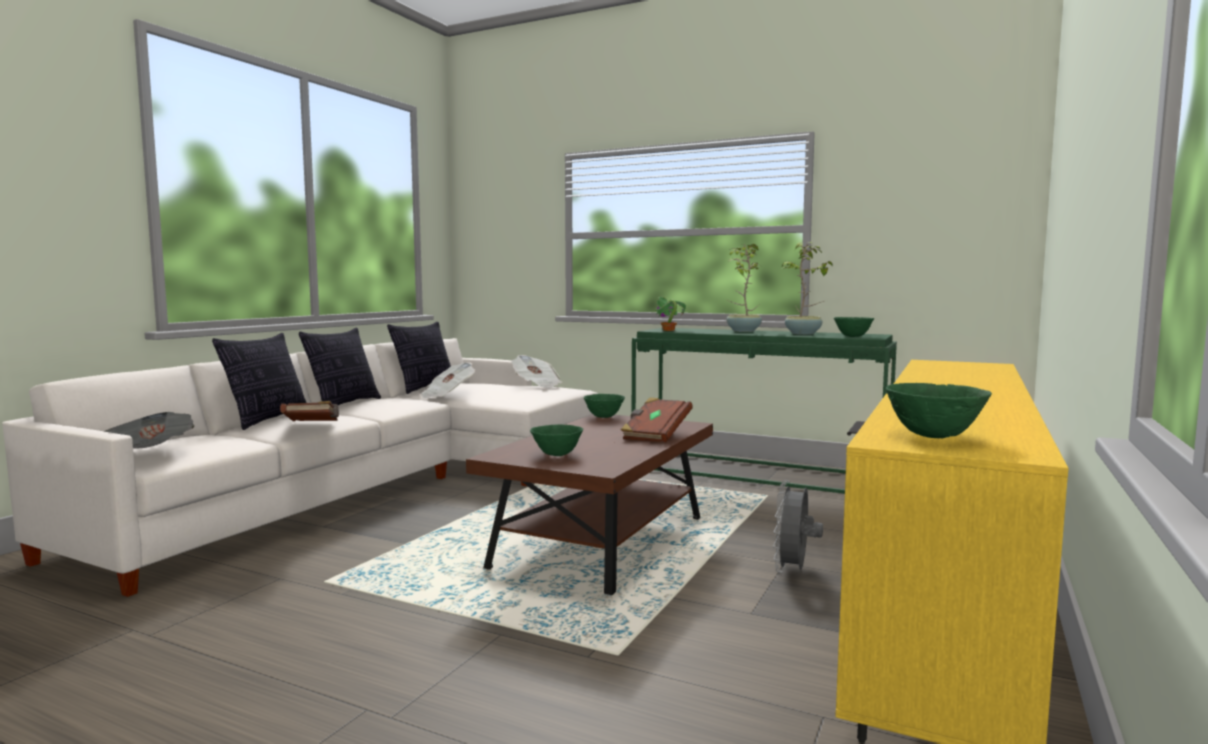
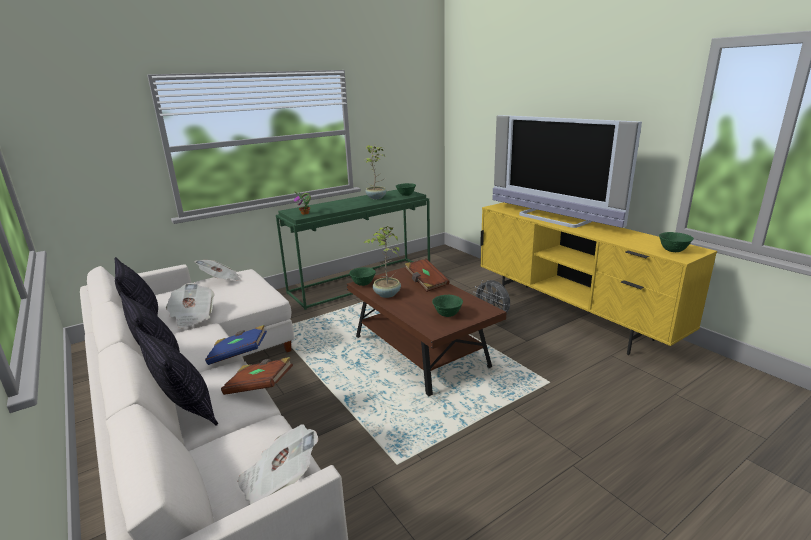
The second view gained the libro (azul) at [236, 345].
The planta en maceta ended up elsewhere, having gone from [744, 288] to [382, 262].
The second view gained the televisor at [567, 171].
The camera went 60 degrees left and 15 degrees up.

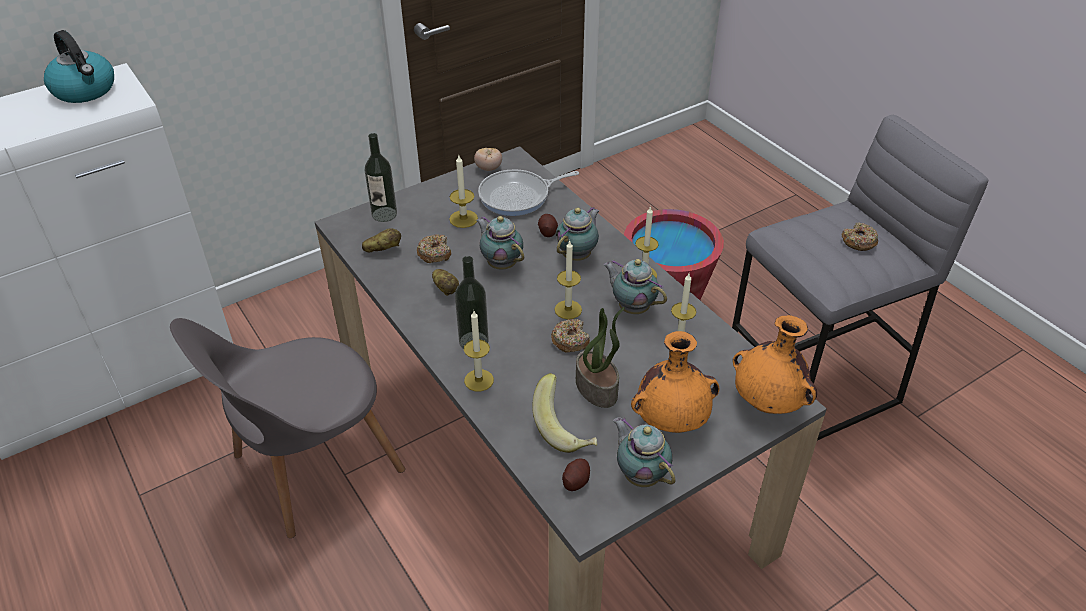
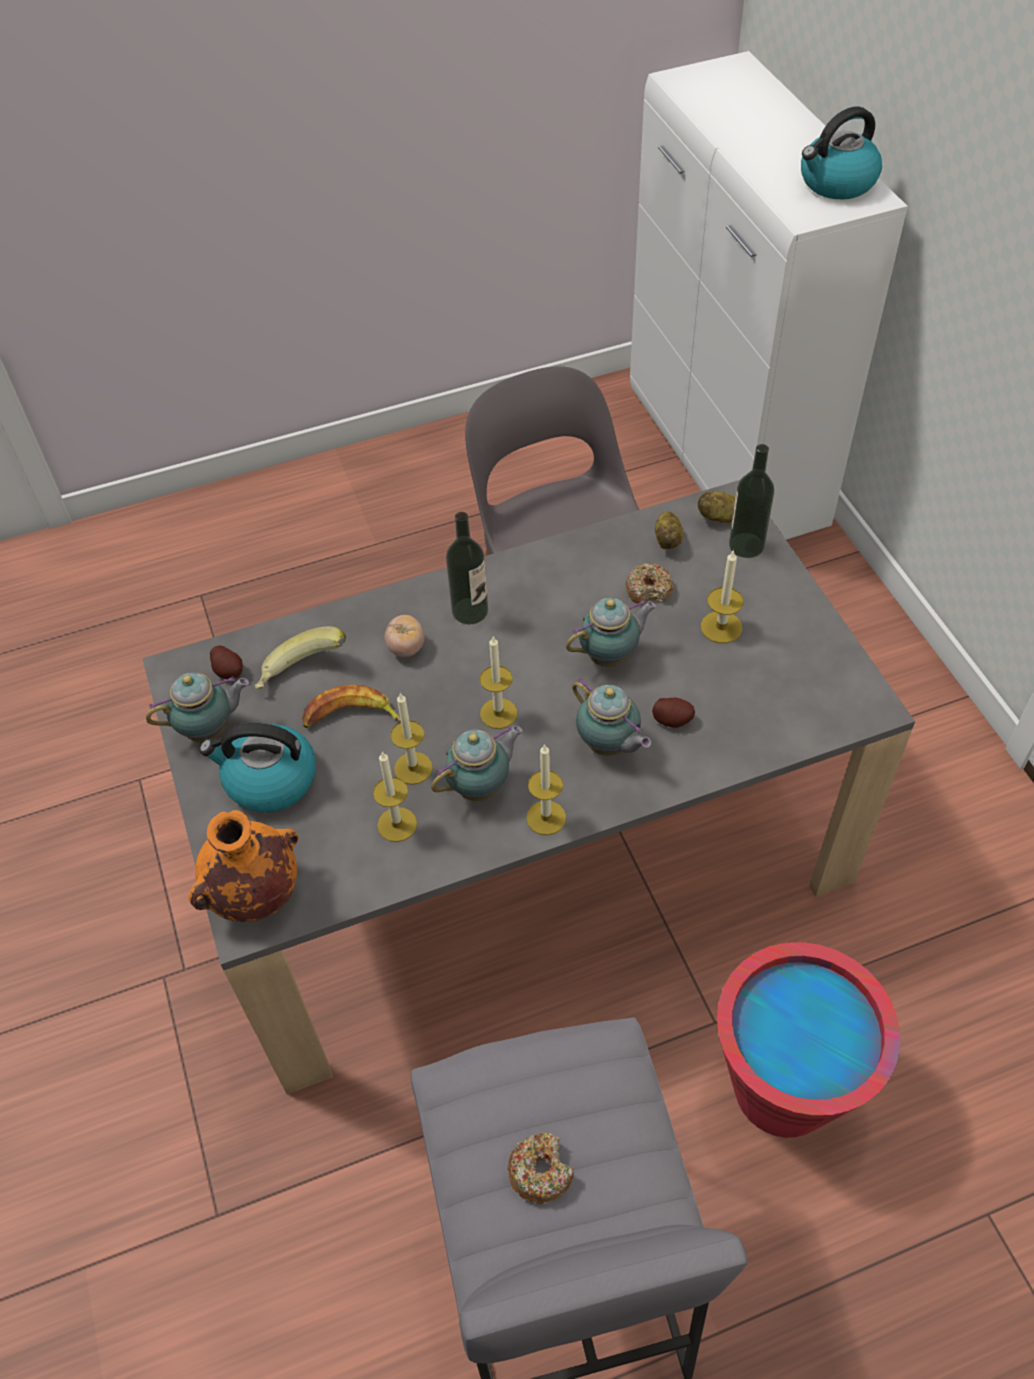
Where the florero (naranja) stood at [675, 382], the hervidor came to stand at [257, 767].
Where the planta en maceta stood at [600, 357], the plátano came to stand at [351, 706].
The tomate ended up elsewhere, having gone from [488, 159] to [404, 636].
The vela ended up elsewhere, having gone from [479, 351] to [412, 739].
The patata ended up elsewhere, having gone from [445, 282] to [717, 507].
The second view lost the sartén at [528, 192].
The second view lost the rosquilla at [570, 336].
The camera went 105 degrees right and 10 degrees up.

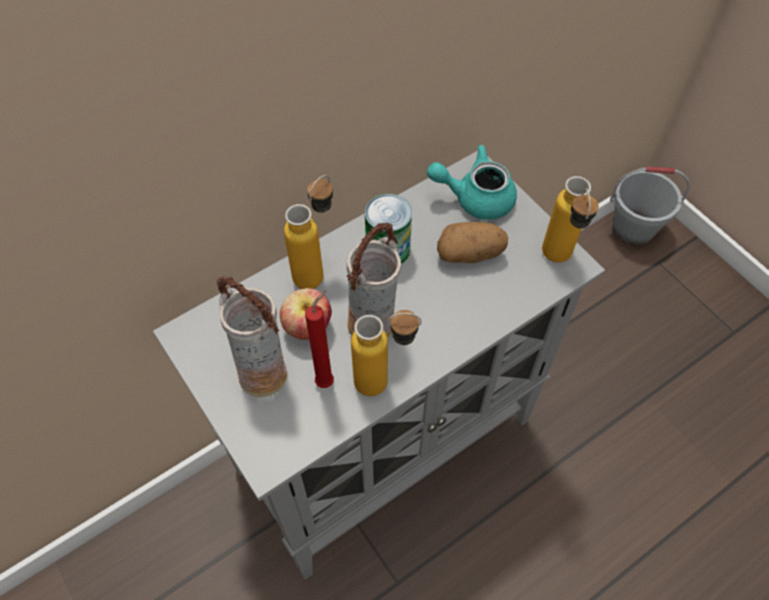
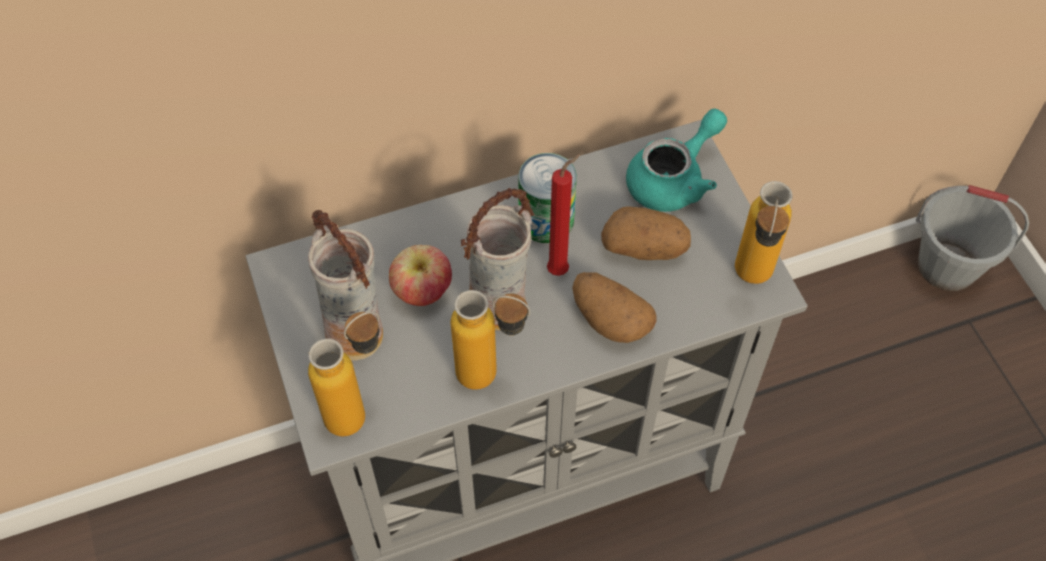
The botella ended up elsewhere, having gone from [308, 232] to [343, 374].
The vela (rojo) ended up elsewhere, having gone from [319, 339] to [563, 215].
The second view gained the patata at [614, 307].
The tetera (turquesa) at [472, 182] ended up facing another way, 120 degrees clockwise from before.
The camera went 15 degrees right and 0 degrees up.

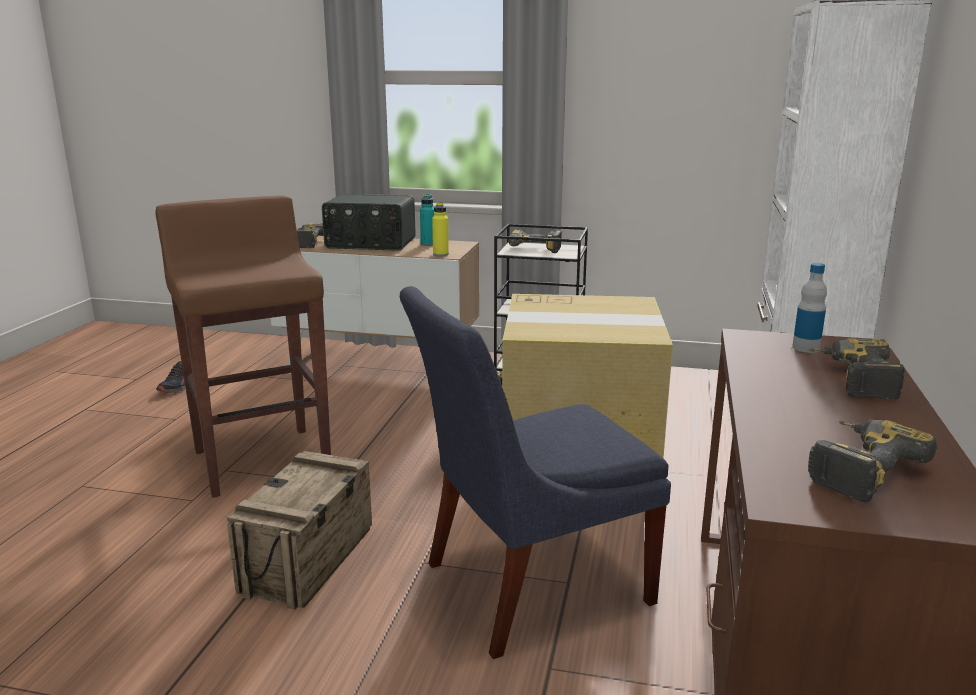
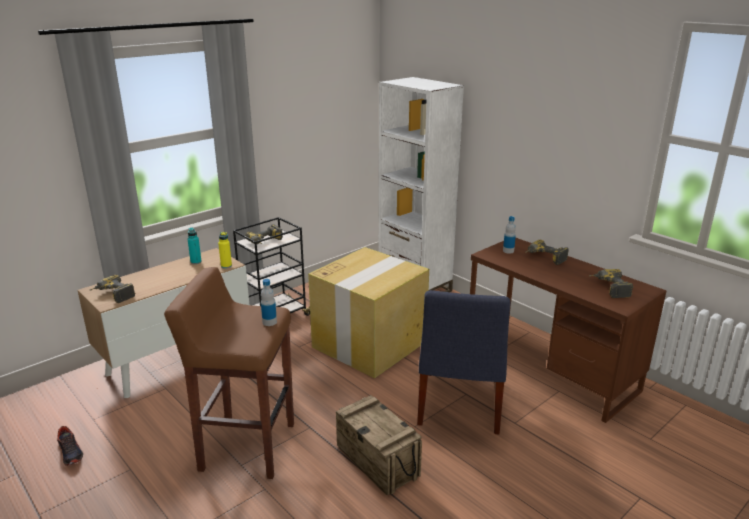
The second view gained the botella at [269, 302].
The second view lost the radio at [369, 222].
The camera went 55 degrees left and 5 degrees up.

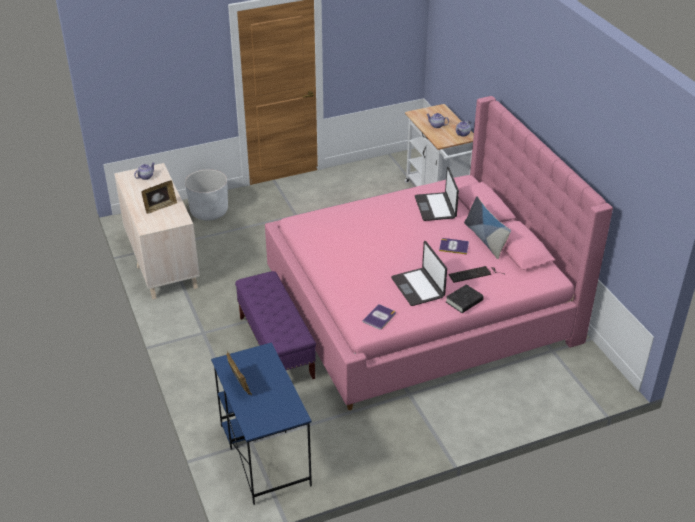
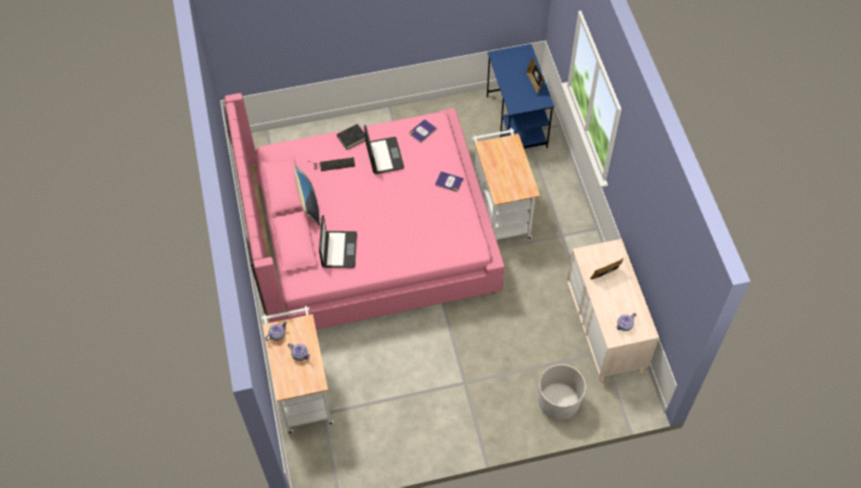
The libro ended up elsewhere, having gone from [454, 246] to [449, 181].
Where the banco (morado) stood at [275, 325], the carrito (blanco) came to stand at [506, 184].
The camera went 170 degrees left and 20 degrees up.

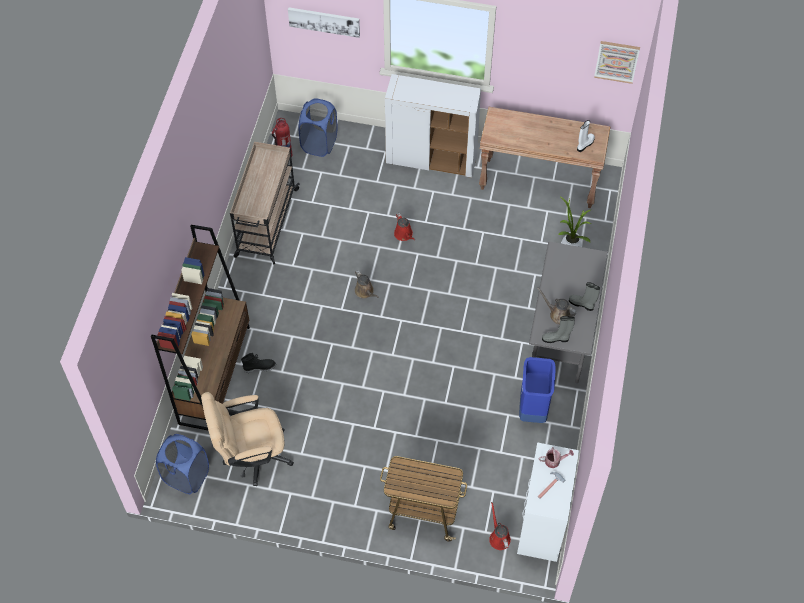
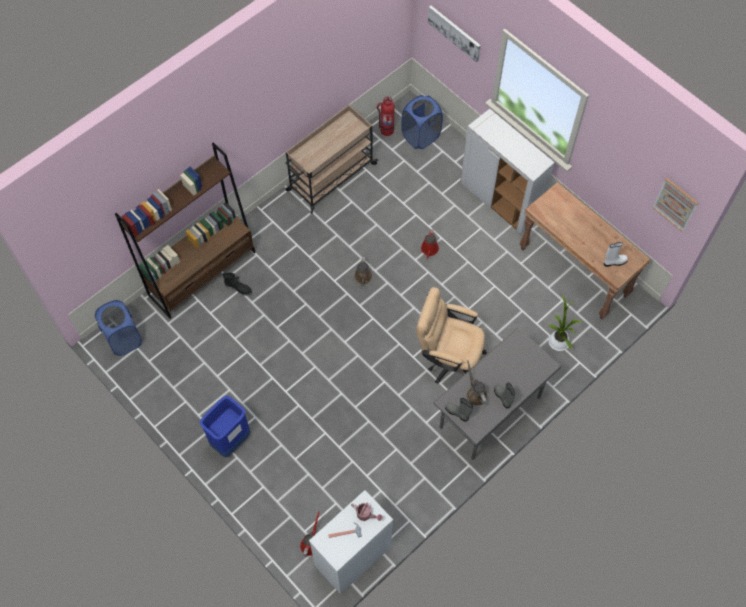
The papelera (azul) ended up elsewhere, having gone from [537, 390] to [225, 426].
The silla de oficina (beis) ended up elsewhere, having gone from [247, 439] to [451, 335].
The second view lost the carrito at [423, 499].
The camera went 35 degrees right and 5 degrees up.

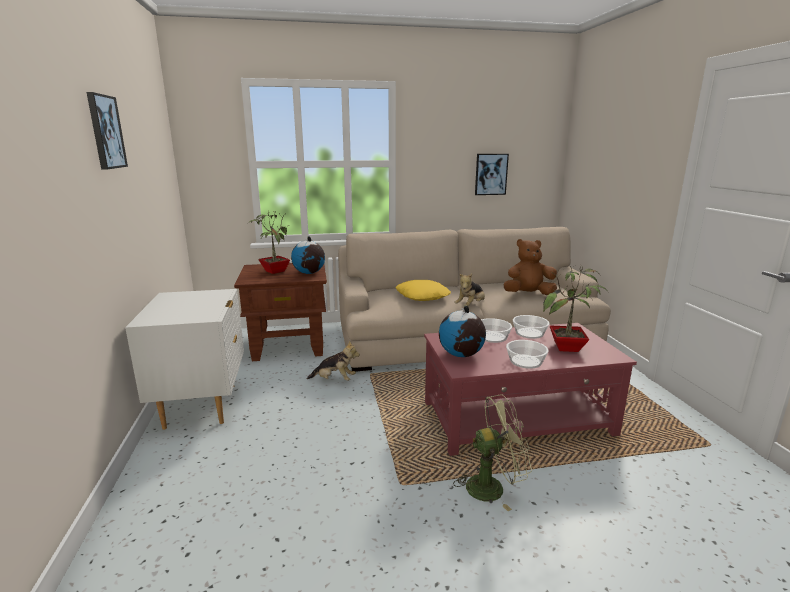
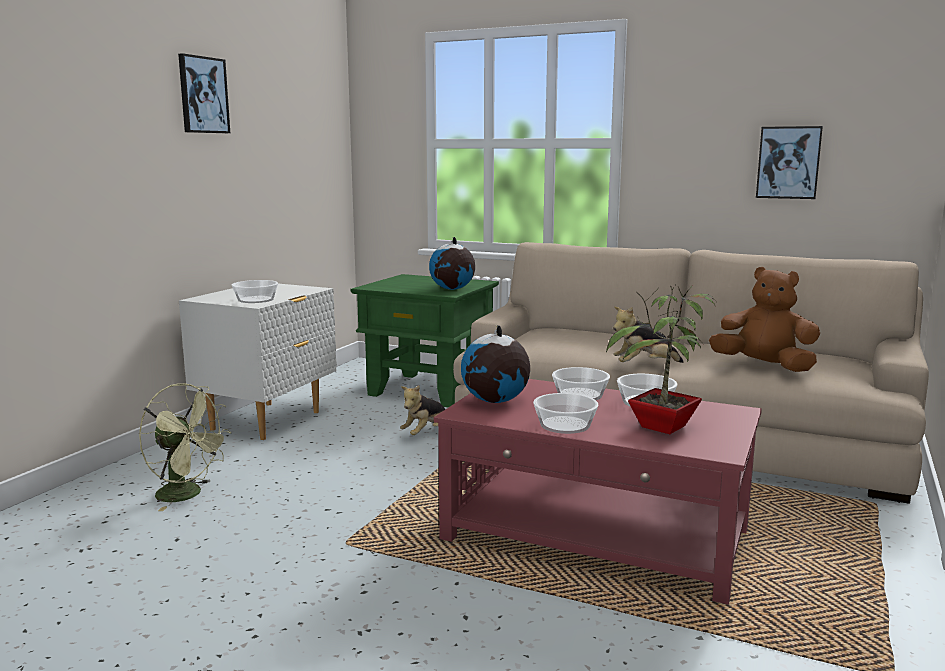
The ventilador (verde) ended up elsewhere, having gone from [492, 452] to [185, 447].
The second view gained the cuenco at [255, 291].
What was the mesa auxiliar (marrón) at [280, 312] turned into the mesa auxiliar (verde) at [425, 341].
The peluche at [333, 360] ended up facing another way, 90 degrees clockwise from before.
The second view lost the planta en maceta at [269, 243].
The second view lost the cojín (amarillo) at [423, 290].
The camera went 35 degrees right and 5 degrees down.

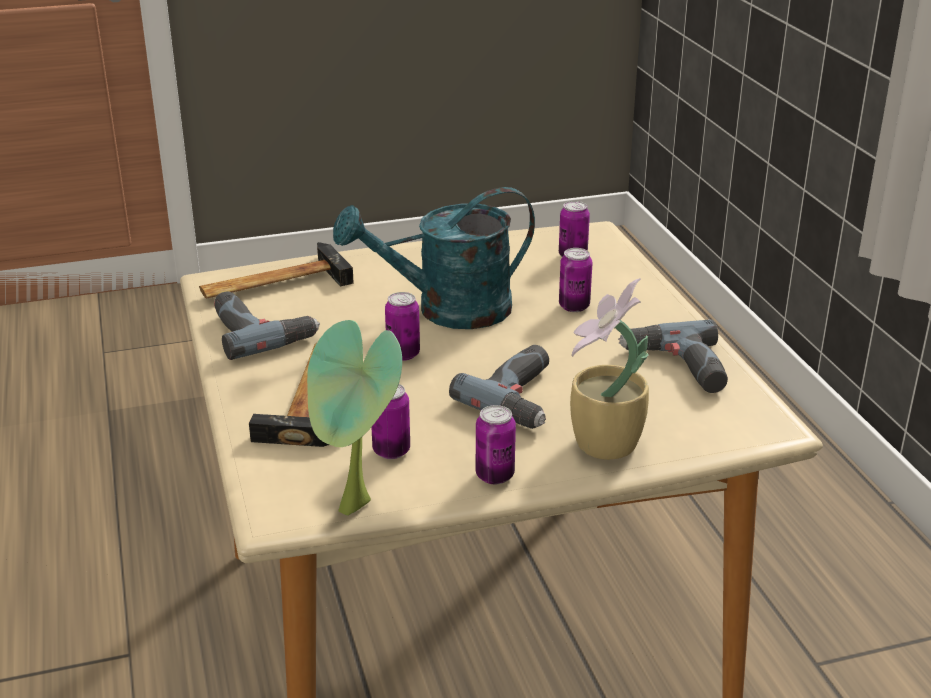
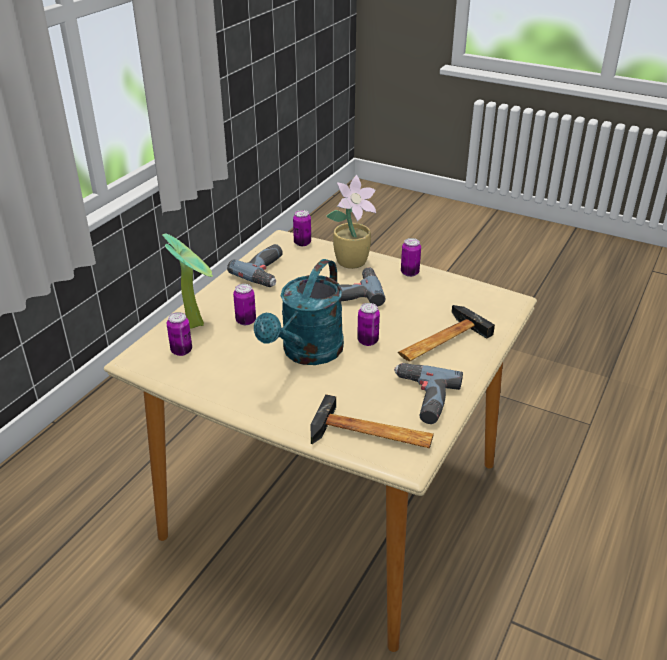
The planta en maceta ended up elsewhere, having gone from [354, 418] to [187, 281].
The regadera (turquesa) at [434, 258] ended up facing another way, 90 degrees clockwise from before.
The lata ended up elsewhere, having gone from [390, 421] to [302, 228].
The camera went 135 degrees left and 5 degrees up.

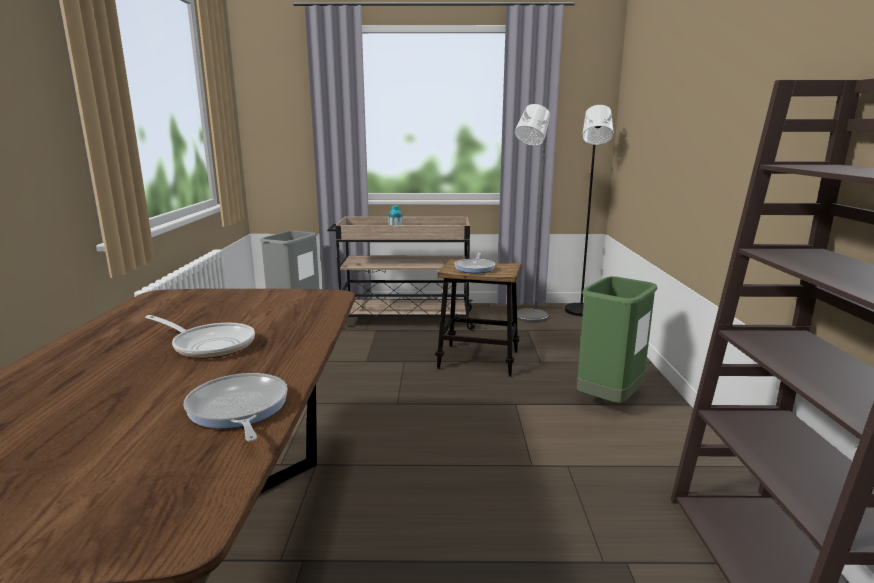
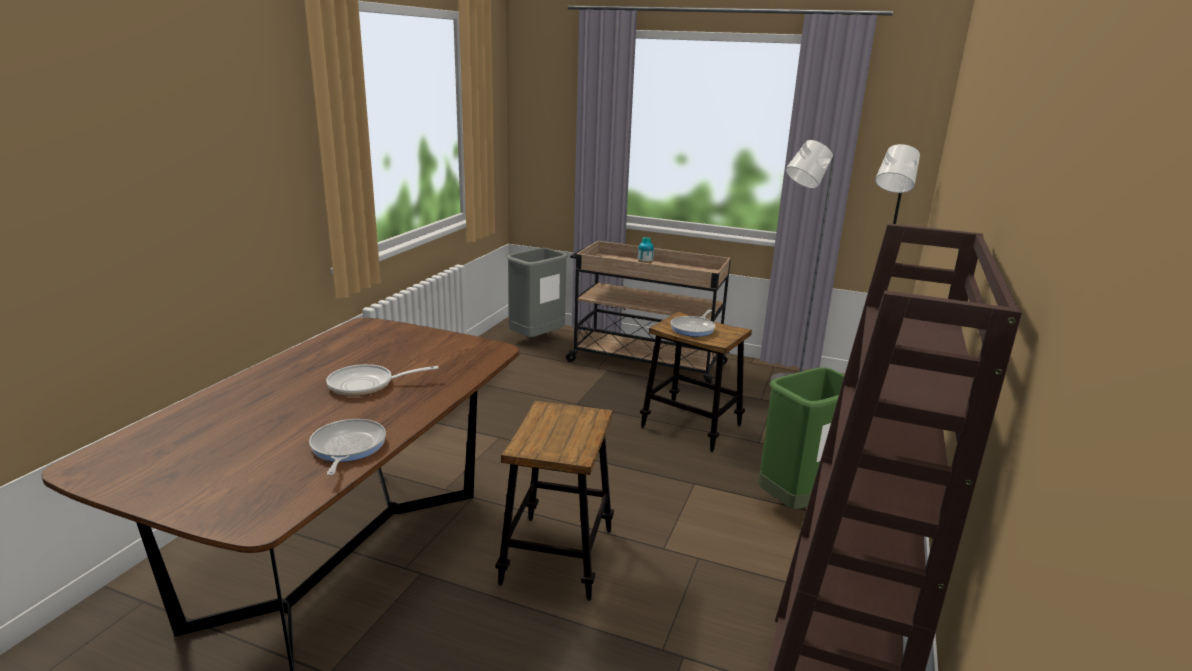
The sartén at [200, 337] ended up facing another way, 120 degrees clockwise from before.
The second view gained the taburete at [554, 501].
The camera went 20 degrees right and 5 degrees up.

